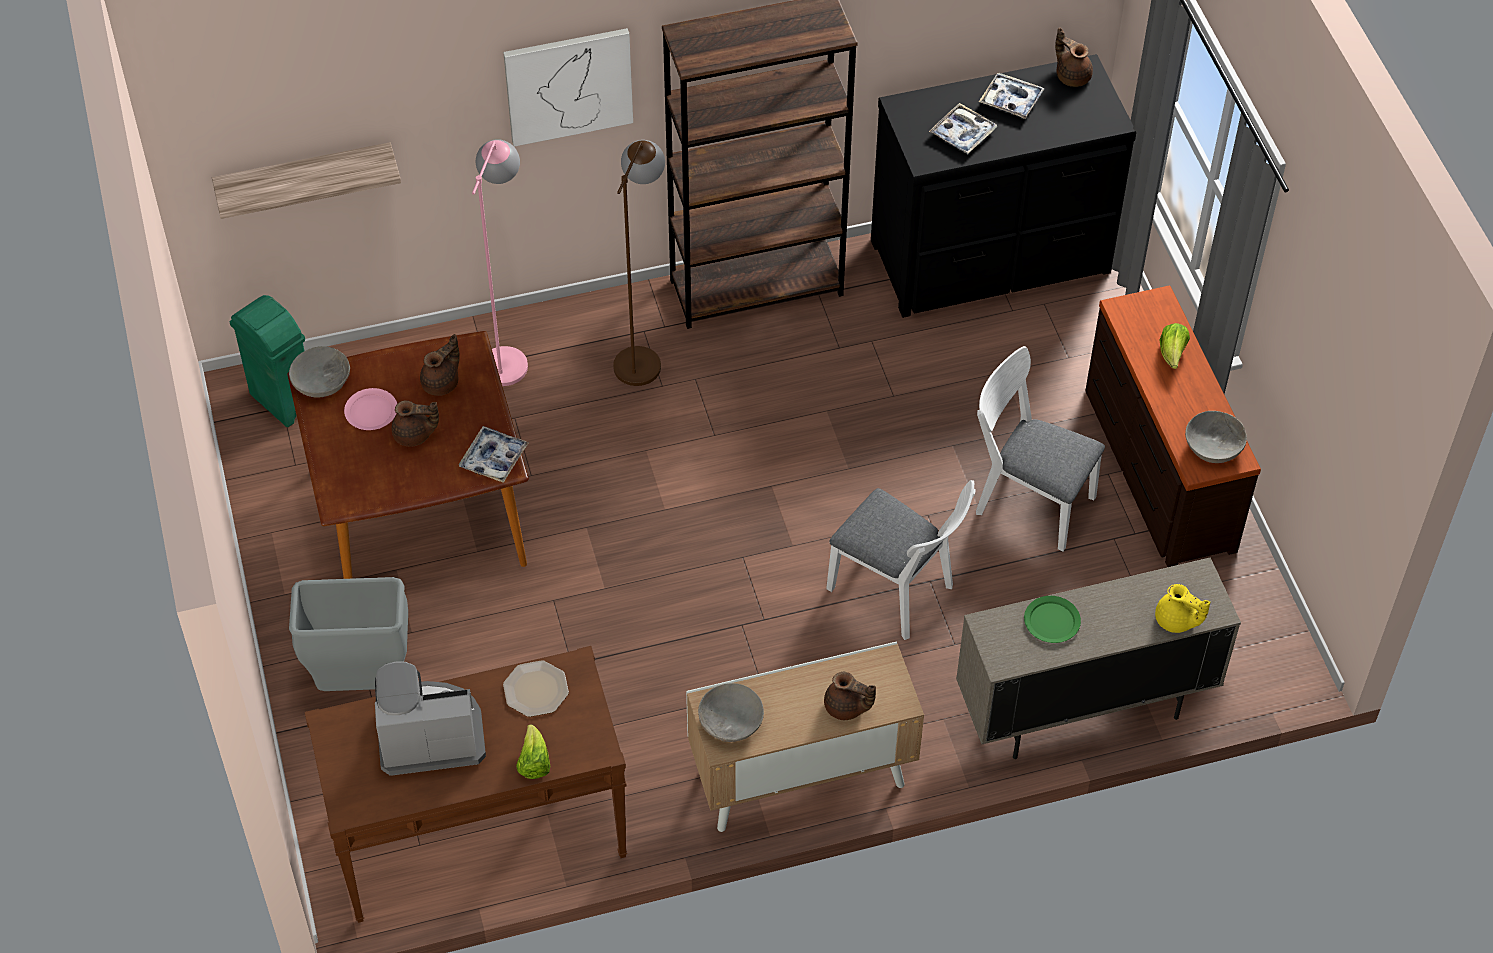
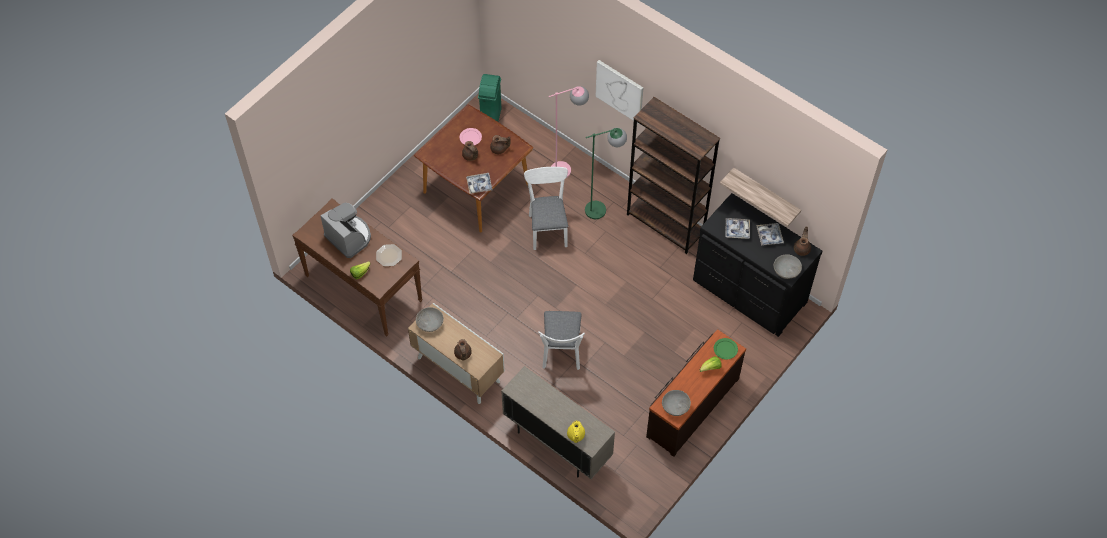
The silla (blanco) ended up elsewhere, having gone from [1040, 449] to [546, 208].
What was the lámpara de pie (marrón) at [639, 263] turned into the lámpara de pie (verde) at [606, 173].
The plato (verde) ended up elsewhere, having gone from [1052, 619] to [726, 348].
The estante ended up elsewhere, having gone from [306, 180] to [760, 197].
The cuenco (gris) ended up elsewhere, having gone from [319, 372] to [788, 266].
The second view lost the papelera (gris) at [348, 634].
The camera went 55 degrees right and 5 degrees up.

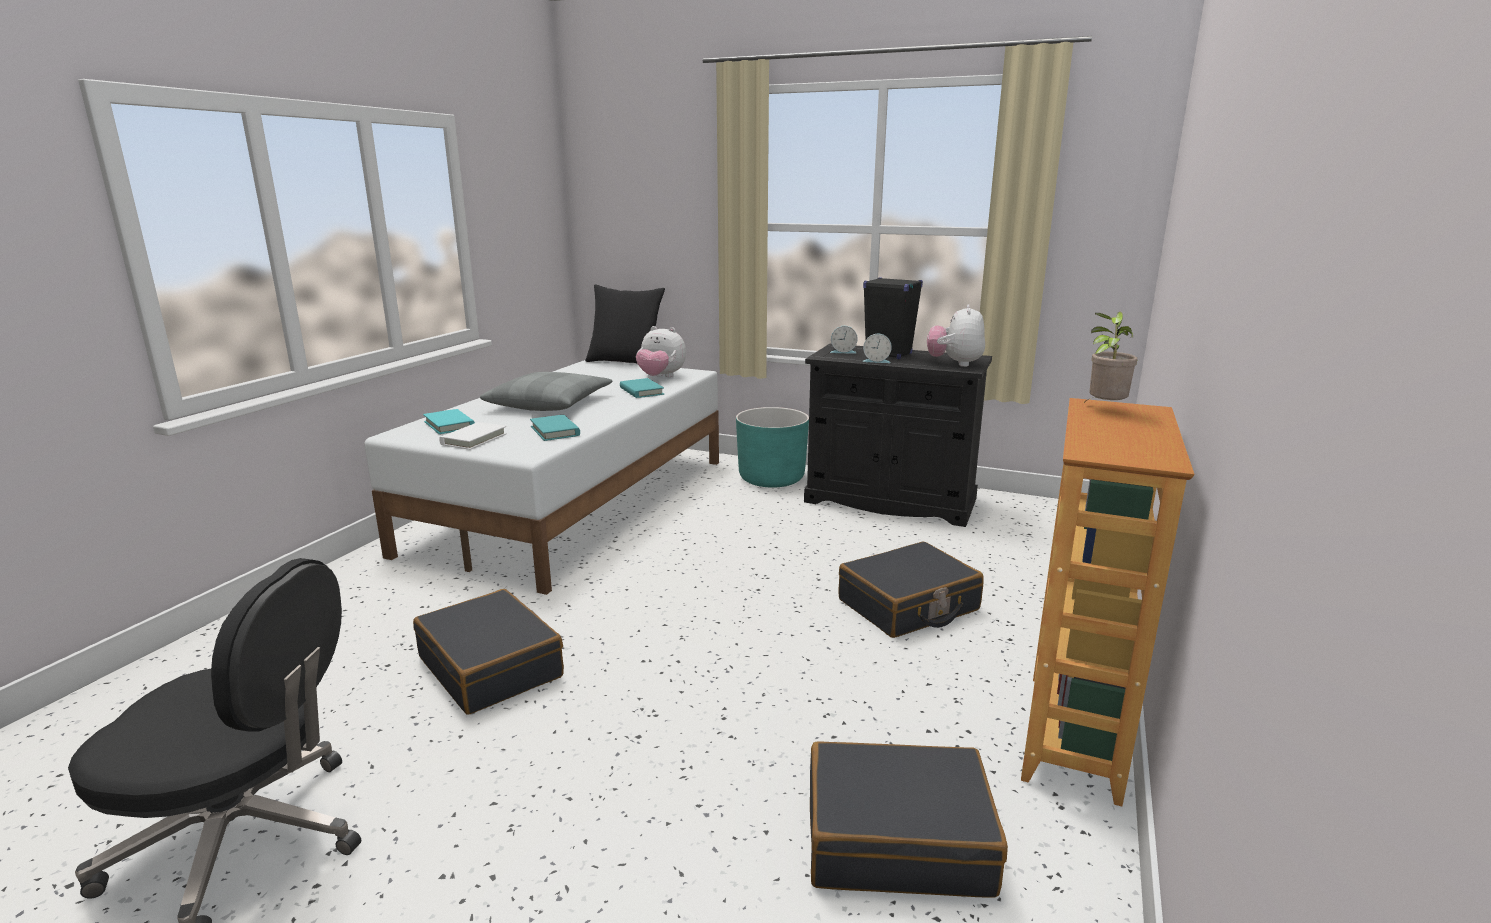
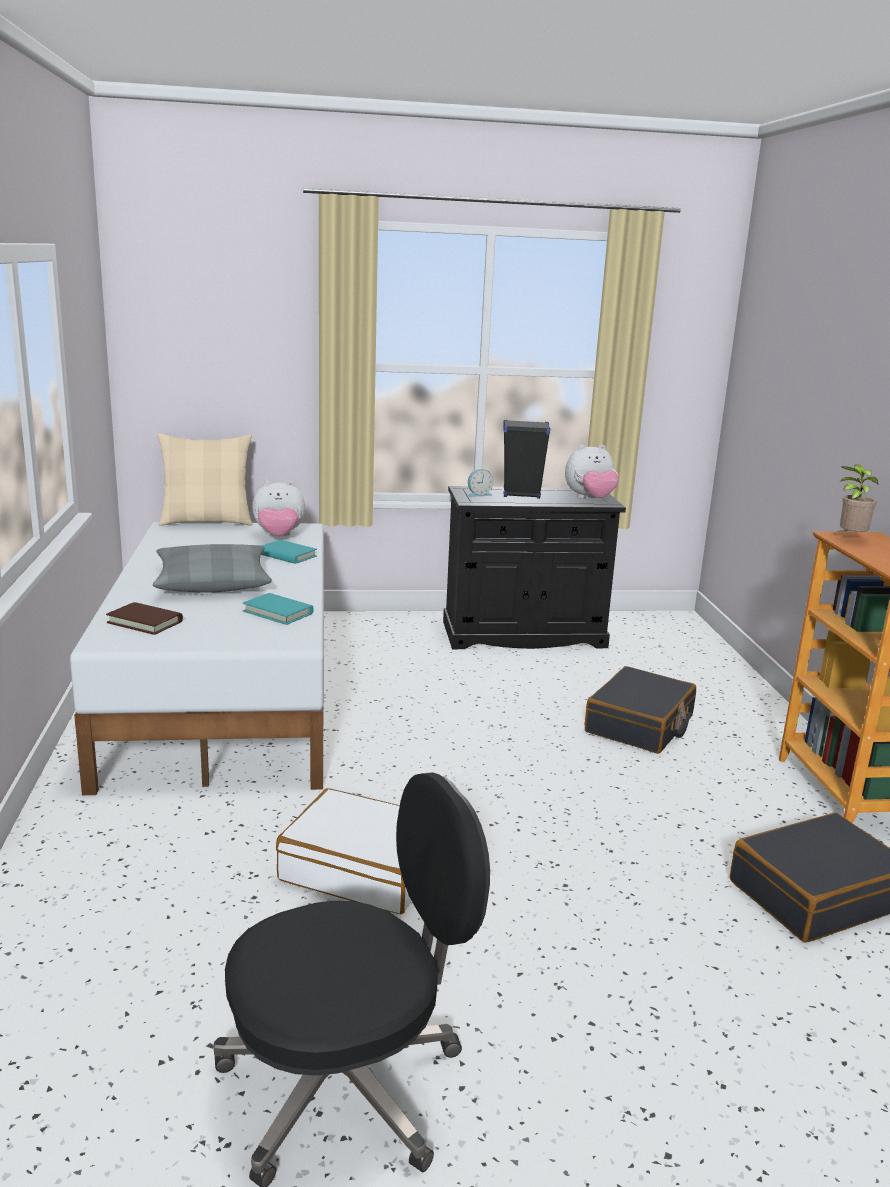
What was the libro (turquesa) at [449, 421] turned into the libro (marrón) at [144, 618].
What was the cojín (negro) at [625, 323] turned into the cojín (beis) at [204, 480].
What was the maleta (negro) at [488, 652] turned into the maleta (blanco) at [344, 851].
The peluche at [956, 335] ended up facing another way, 90 degrees counterclockwise from before.
The second view lost the libro (blanco) at [473, 436].
The second view lost the maceta (turquesa) at [772, 447].
The second view lost the despertador at [877, 348].
The camera went 30 degrees left and 0 degrees up.

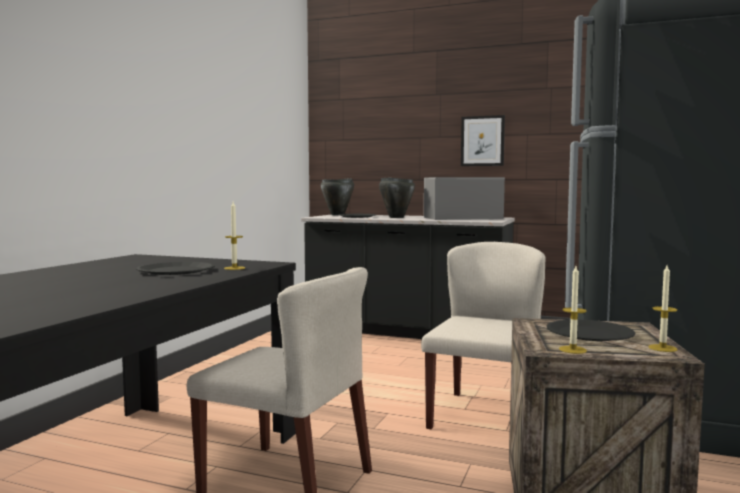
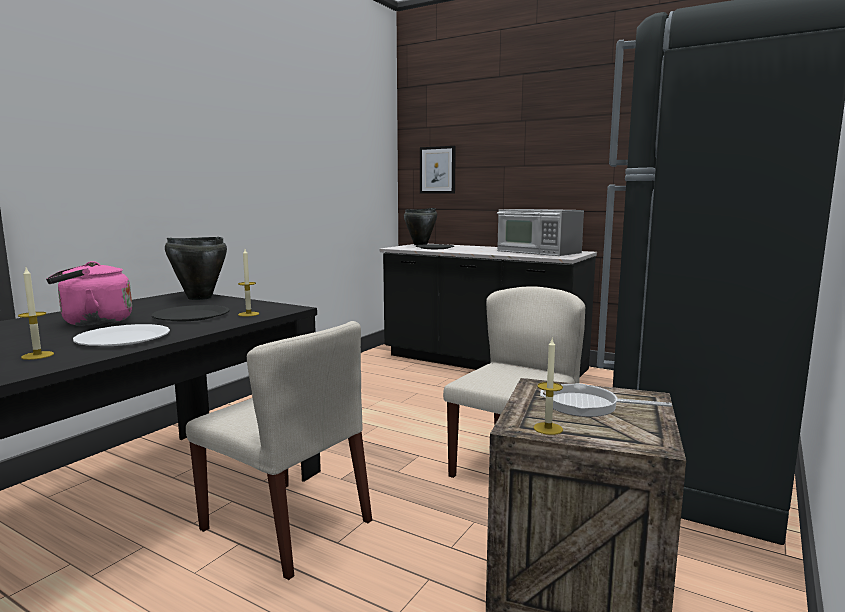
The vela ended up elsewhere, having gone from [662, 308] to [36, 314].
The second view gained the hervidor (rosa) at [89, 293].
The second view gained the plato (blanco) at [121, 335].
The olla (negro) ended up elsewhere, having gone from [397, 198] to [196, 268].
The cuadro ended up elsewhere, having gone from [483, 140] to [438, 170].
The microondas at [464, 198] ended up facing another way, 135 degrees counterclockwise from before.
Where the plato (negro) stood at [591, 330], the sartén came to stand at [606, 400].
The camera went 10 degrees right and 5 degrees up.

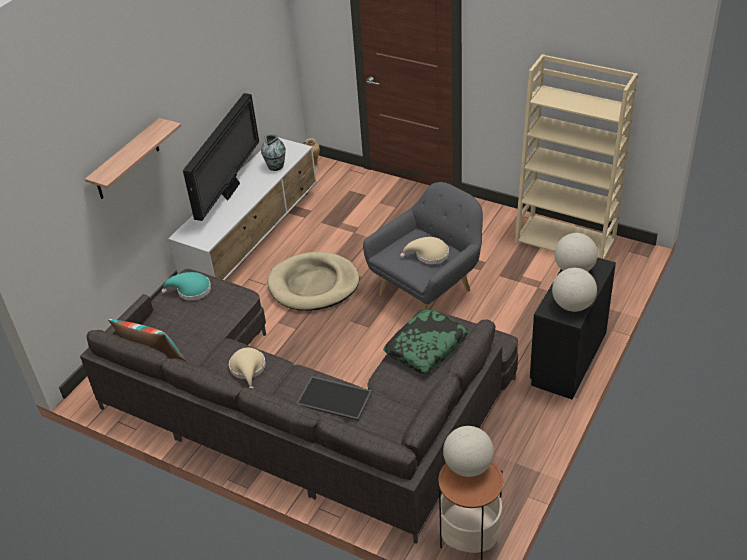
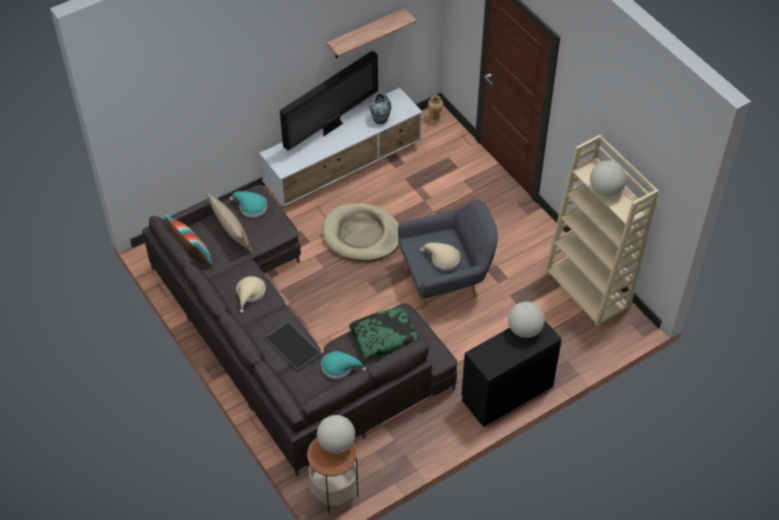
The second view gained the cojín (beis) at [230, 223].
The second view gained the sombrero (turquesa) at [343, 365].
The estante ended up elsewhere, having gone from [133, 158] to [372, 33].
The globo terráqueo ended up elsewhere, having gone from [574, 290] to [608, 178].
The camera went 25 degrees right and 10 degrees up.

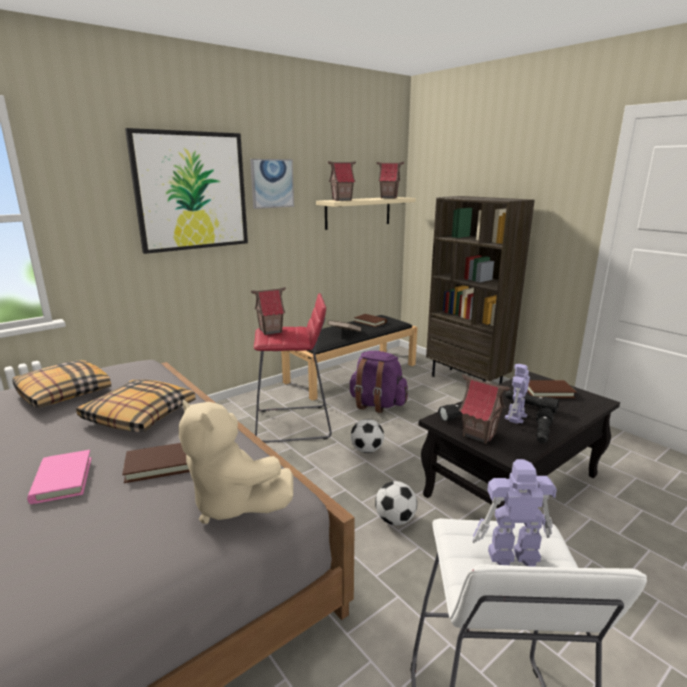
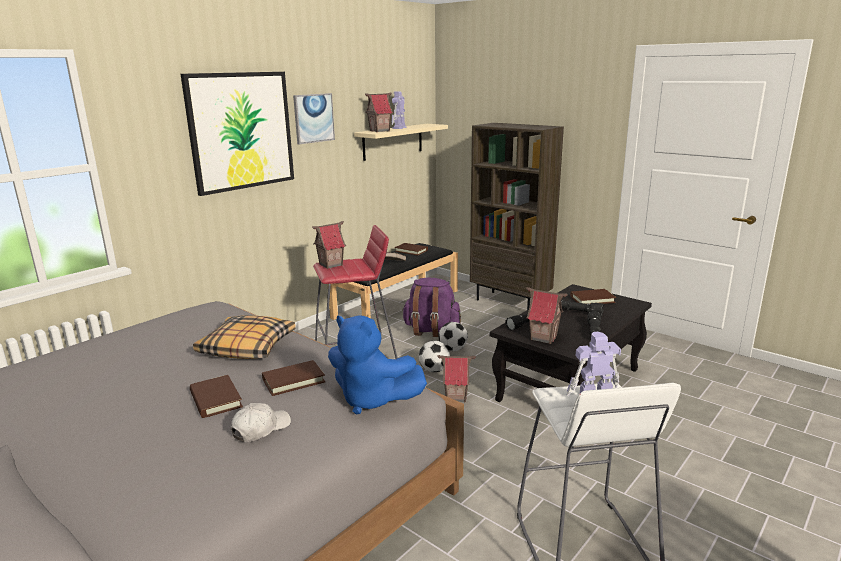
What was the libro (rosa) at [59, 477] turned into the libro (marrón) at [216, 396].
The second view gained the gorra (blanco) at [261, 422].
What was the peluche (beis) at [236, 461] turned into the peluche (azul) at [377, 364].
The robot de juguete ended up elsewhere, having gone from [517, 394] to [399, 110].
The casita ended up elsewhere, having gone from [390, 180] to [456, 379].
The balón de fútbol ended up elsewhere, having gone from [396, 503] to [453, 336].
The second view lost the cojín at [61, 384].
The camera went 10 degrees left and 0 degrees up.

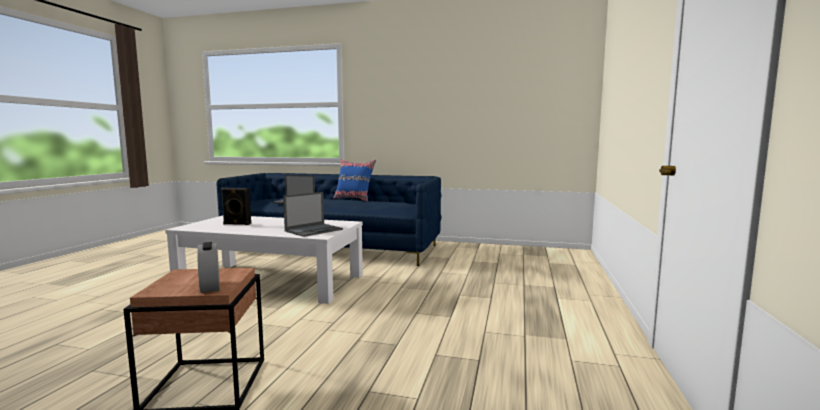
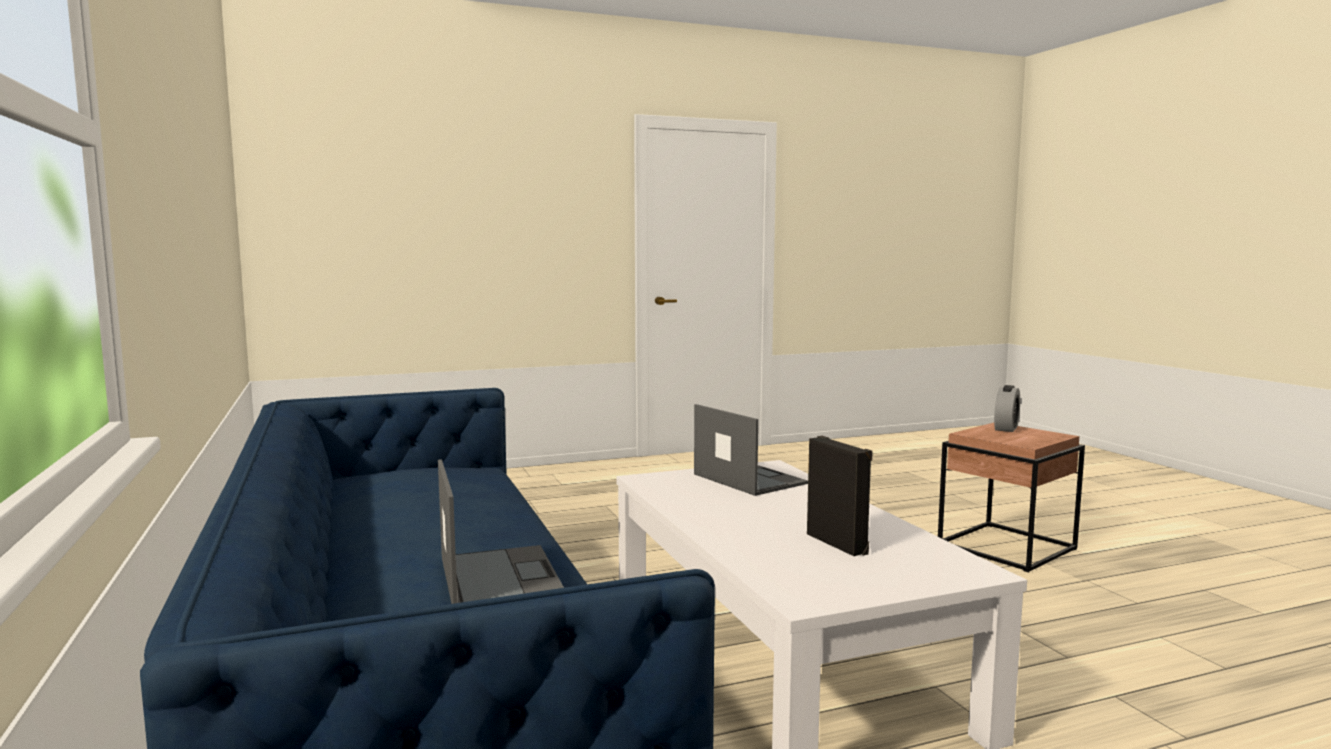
The portátil at [313, 214] ended up facing another way, 45 degrees clockwise from before.
The second view lost the cojín (azul) at [354, 180].
The camera went 125 degrees left and 0 degrees up.

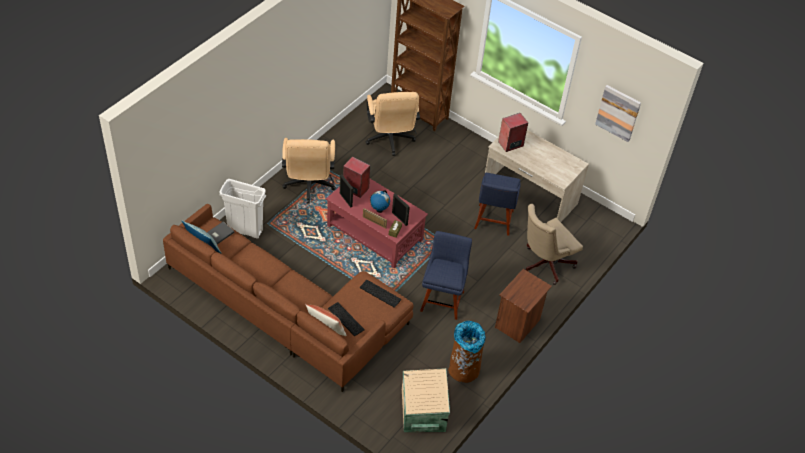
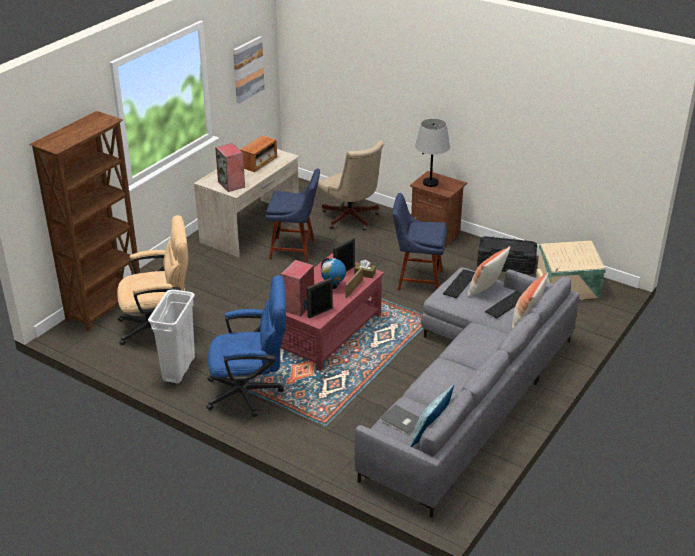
The papelera (blanco) ended up elsewhere, having gone from [242, 208] to [171, 336].
What was the silla de oficina (beis) at [309, 171] turned into the silla de oficina (azul) at [246, 346].
The second view gained the radio at [258, 153].
What was the sofá (marrón) at [288, 298] turned into the sofá (gris) at [466, 392].
The second view gained the lámpara de mesa (gris) at [432, 153].
The second view gained the cojín at [489, 271].
Where the papelera (marrón) stood at [467, 352], the caja de almacenaje (negro) came to stand at [507, 255].
The camera went 90 degrees left and 15 degrees down.

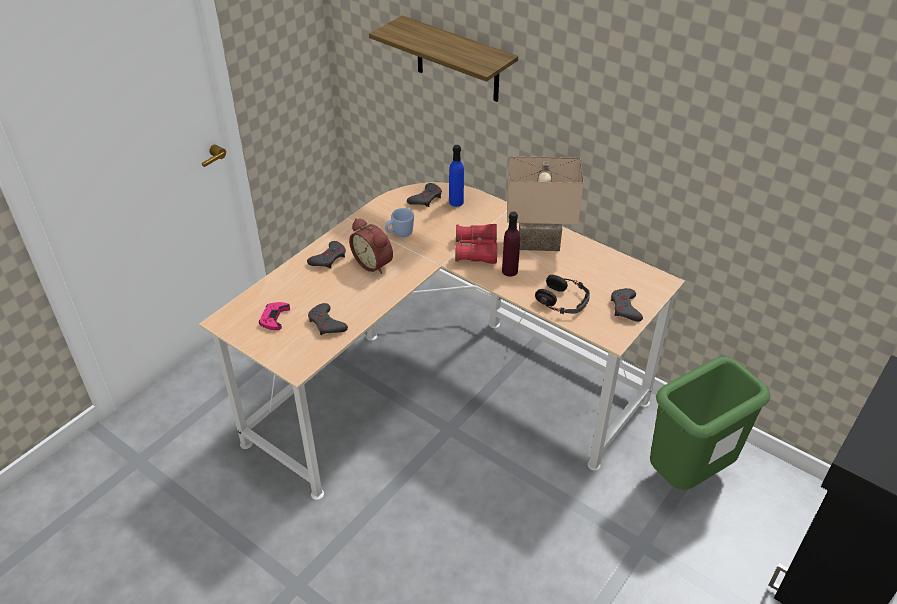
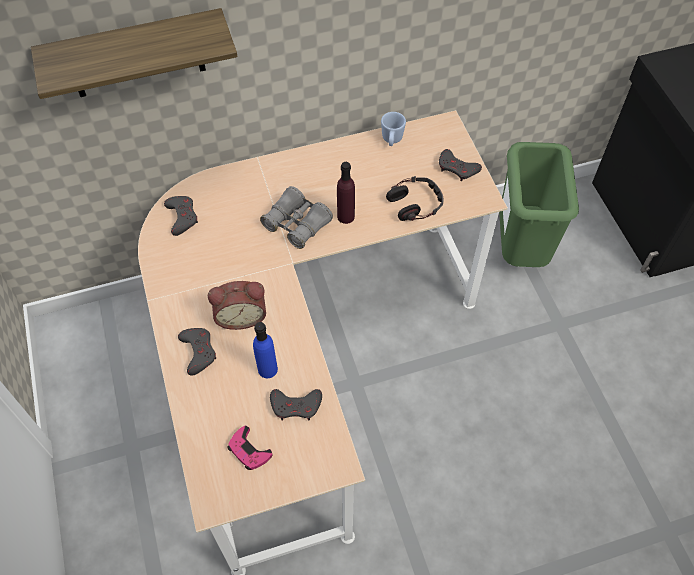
The botella (azul) ended up elsewhere, having gone from [456, 176] to [265, 350].
What was the prismáticos (rojo) at [476, 244] turned into the prismáticos (gris) at [296, 217].
The taza grande (azul) ended up elsewhere, having gone from [399, 222] to [393, 129].
The second view lost the lámpara de mesa (beis) at [545, 203].
The camera went 55 degrees left and 15 degrees up.

